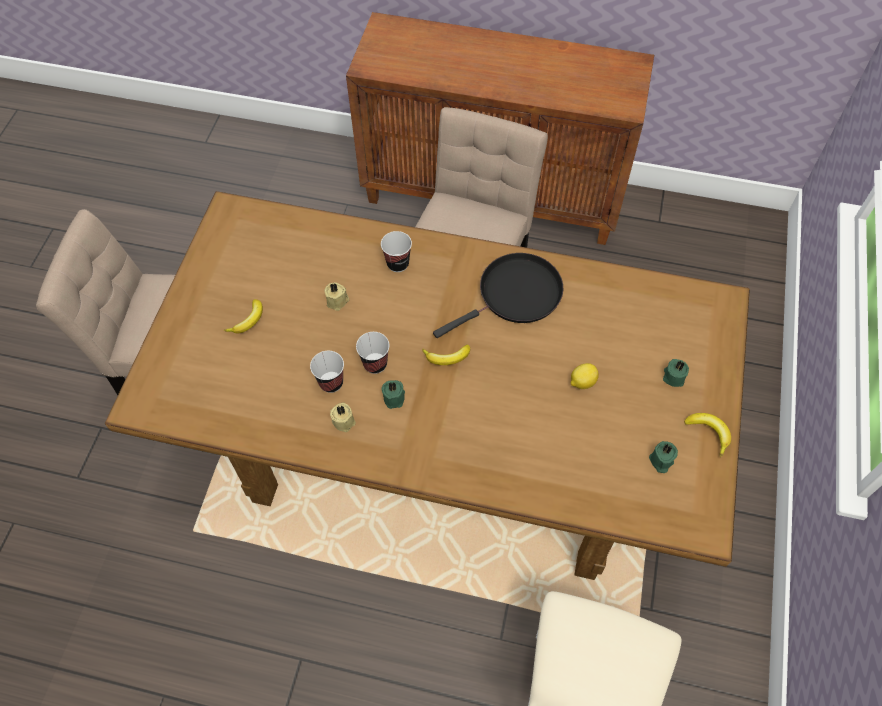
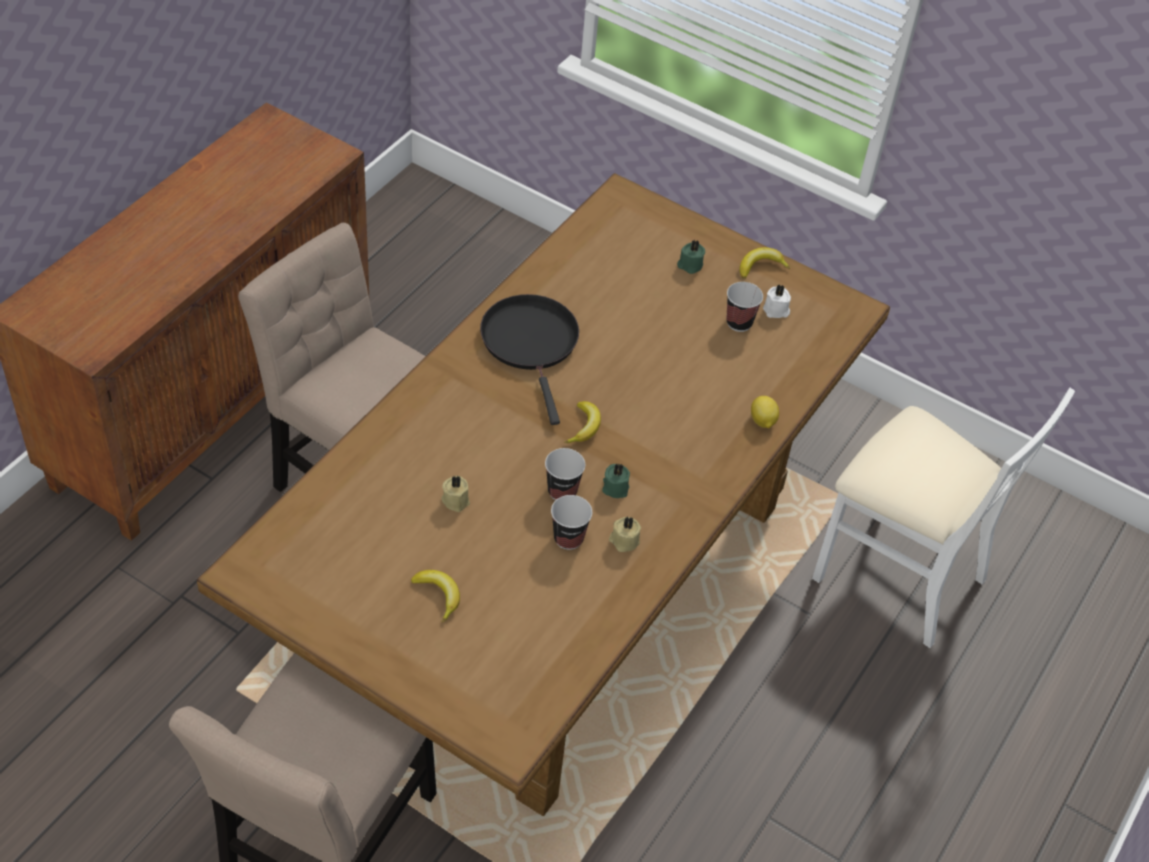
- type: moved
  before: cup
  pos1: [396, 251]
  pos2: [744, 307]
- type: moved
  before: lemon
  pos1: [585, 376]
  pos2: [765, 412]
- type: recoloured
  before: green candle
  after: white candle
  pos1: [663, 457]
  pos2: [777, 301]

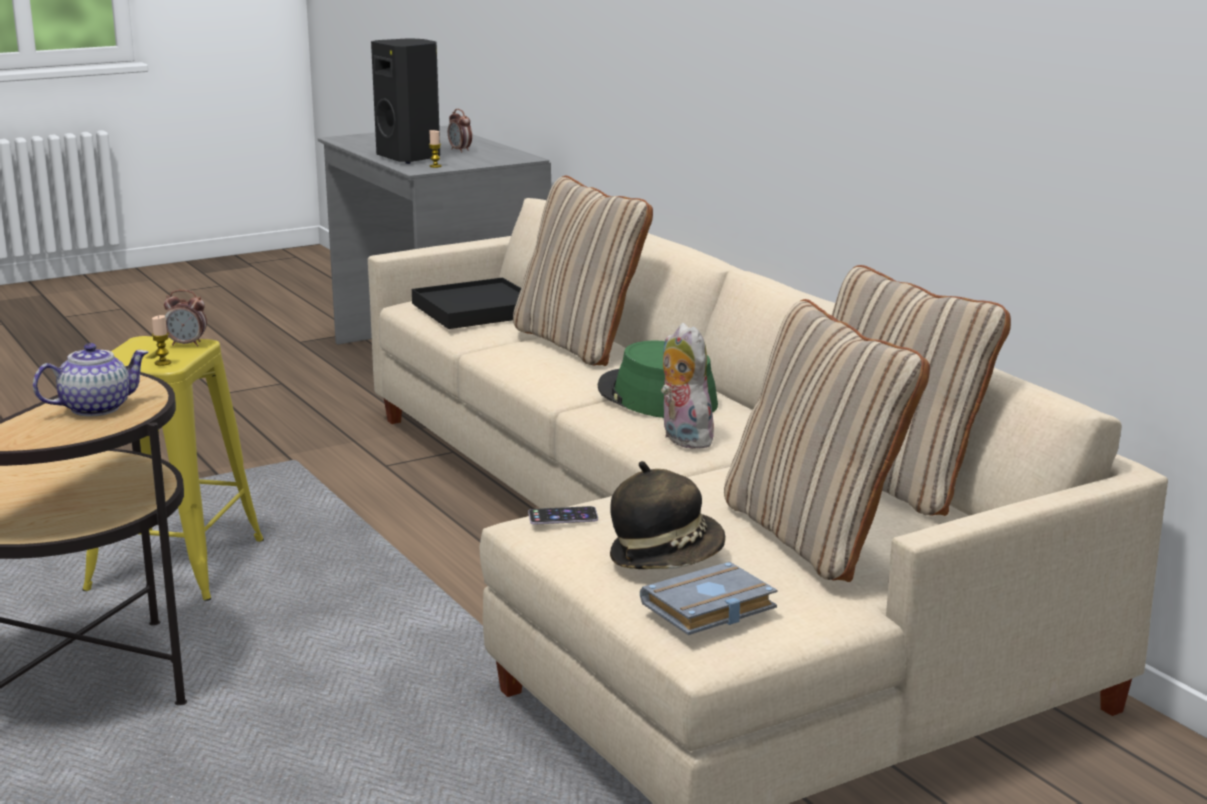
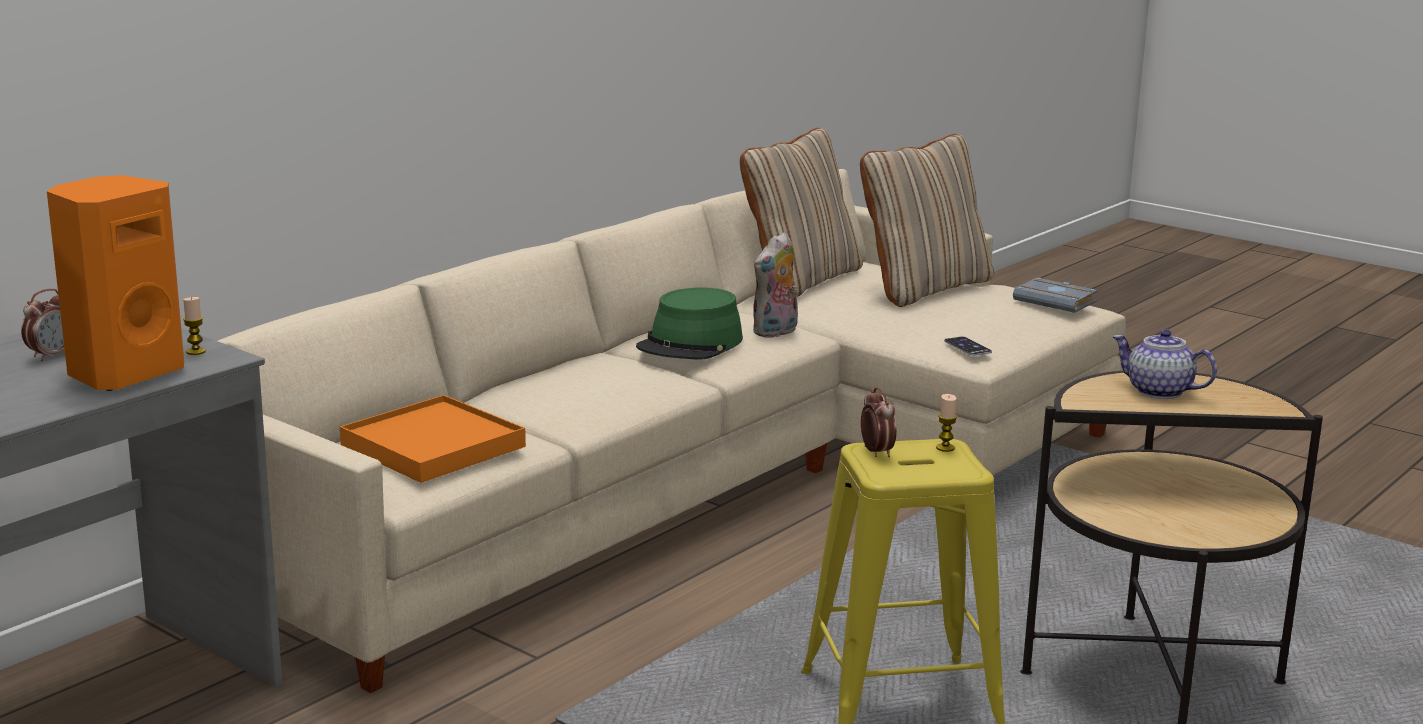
- type: removed
  before: beige pillow
  pos1: [583, 271]
- type: removed
  before: hat
  pos1: [668, 515]
- type: recoloured
  before: black speaker
  after: orange speaker
  pos1: [405, 101]
  pos2: [115, 283]
- type: recoloured
  before: black tray
  after: orange tray
  pos1: [466, 303]
  pos2: [433, 439]

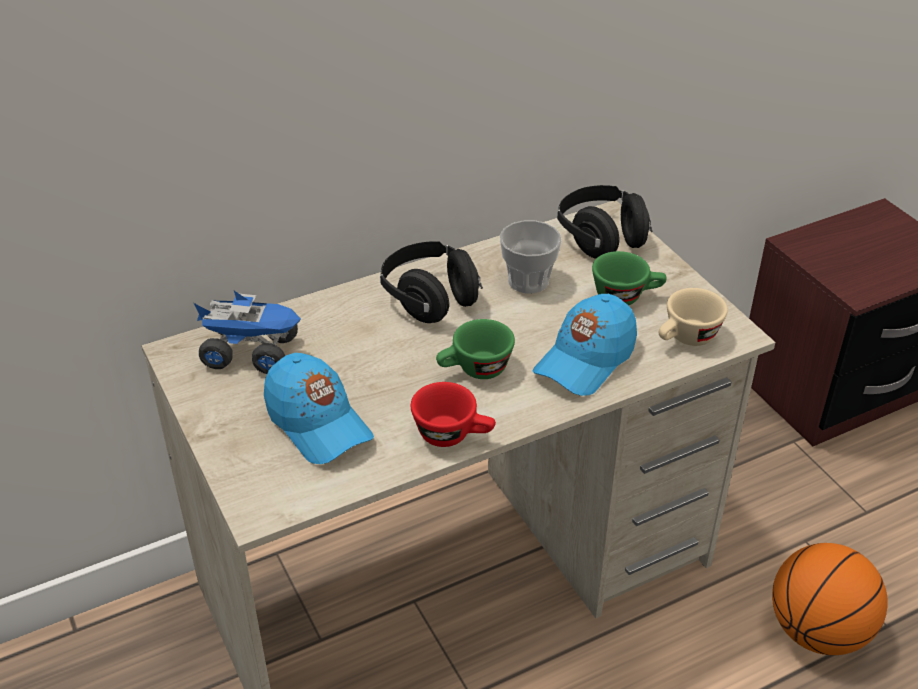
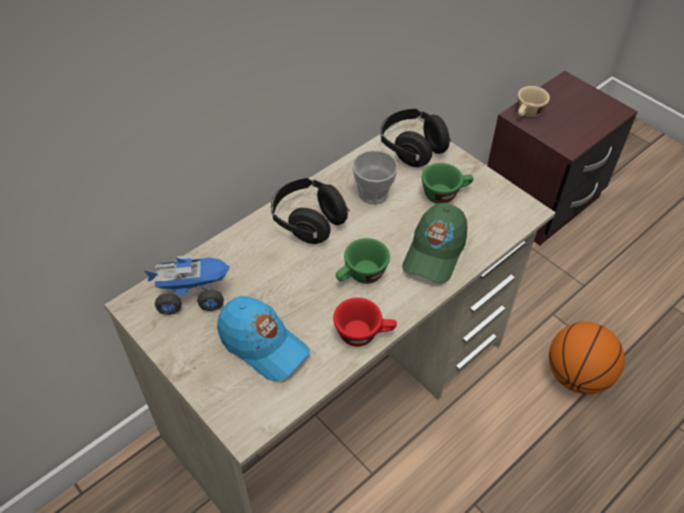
- type: moved
  before: beige cup
  pos1: [693, 317]
  pos2: [534, 101]
- type: recoloured
  before: blue cap
  after: green cap
  pos1: [584, 345]
  pos2: [434, 243]

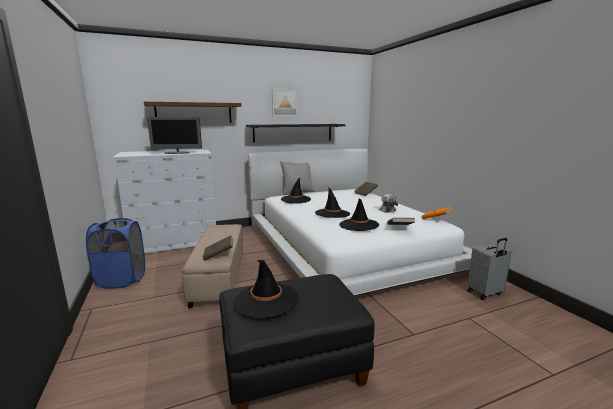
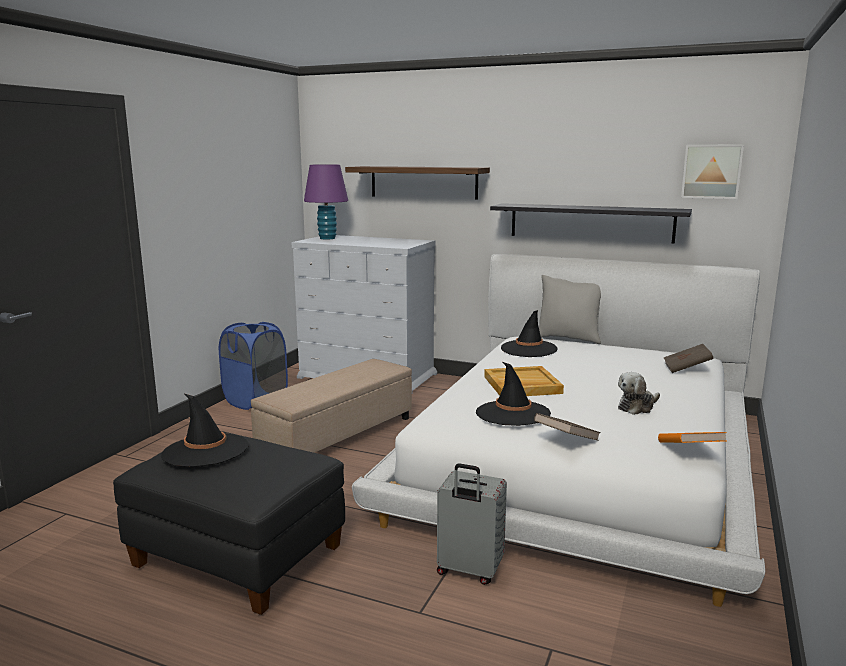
- type: removed
  before: monitor
  pos1: [174, 135]
- type: removed
  before: brown book
  pos1: [218, 248]
- type: added
  after: purple table lamp
  pos2: [326, 201]
- type: moved
  before: picture
  pos1: [284, 102]
  pos2: [712, 172]
- type: moved
  before: grey suitcase
  pos1: [489, 269]
  pos2: [472, 524]
- type: replaced
  before: black hat
  after: beige tray
  pos1: [332, 202]
  pos2: [524, 381]

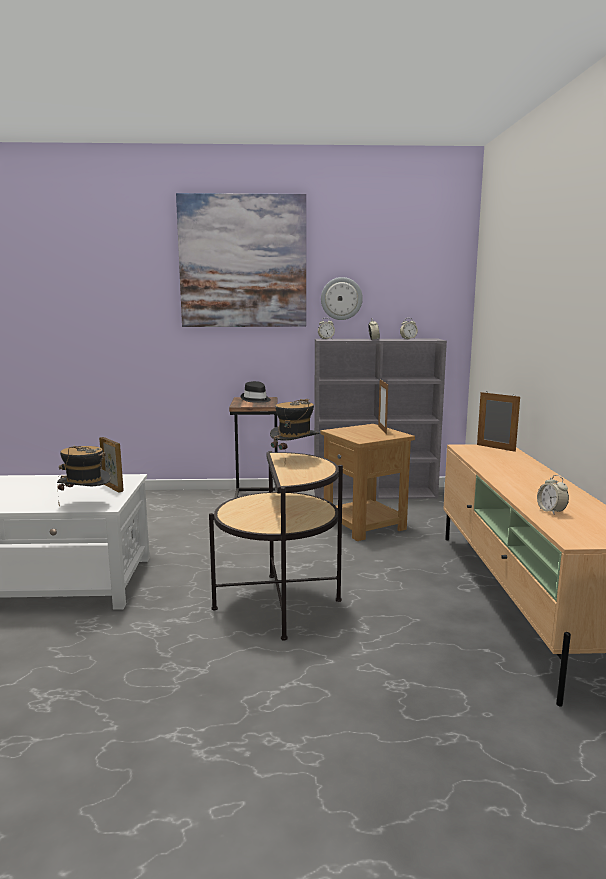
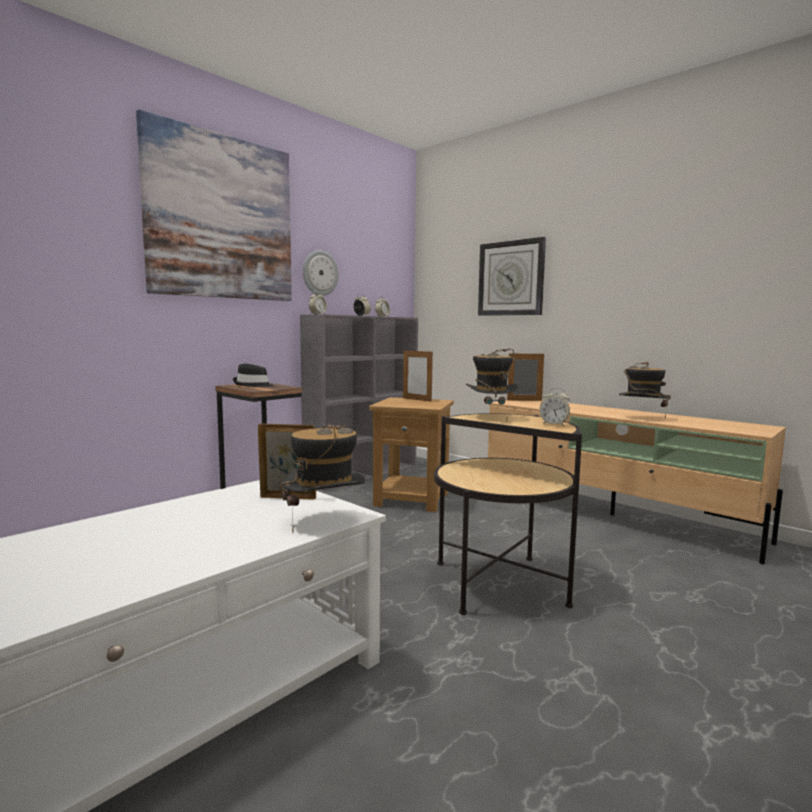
- type: added
  after: wall clock
  pos2: [512, 276]
- type: added
  after: hat
  pos2: [645, 390]
- type: moved
  before: alarm clock
  pos1: [553, 494]
  pos2: [554, 407]

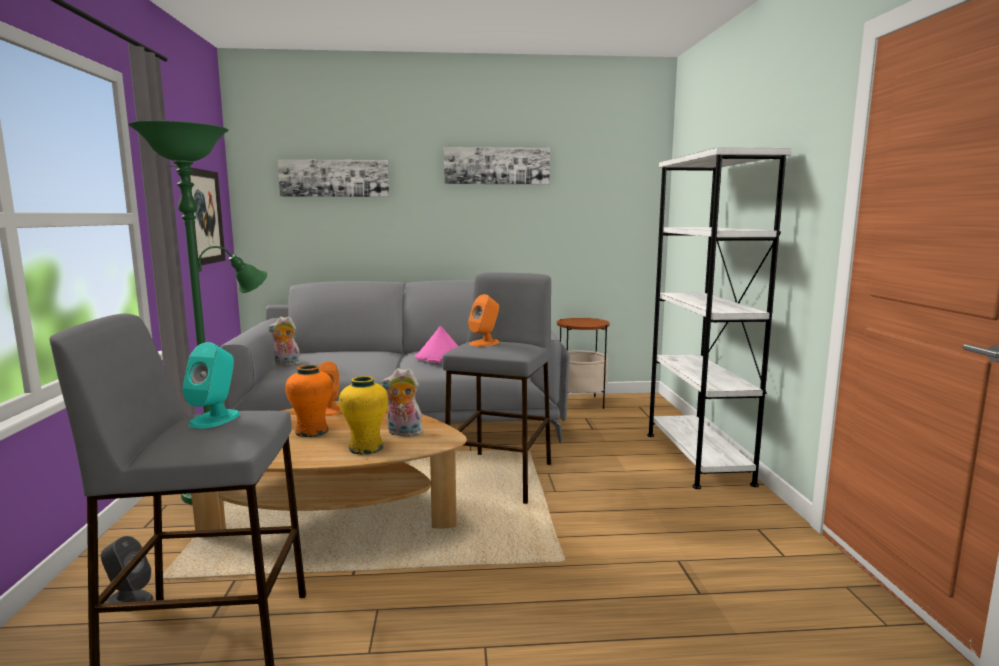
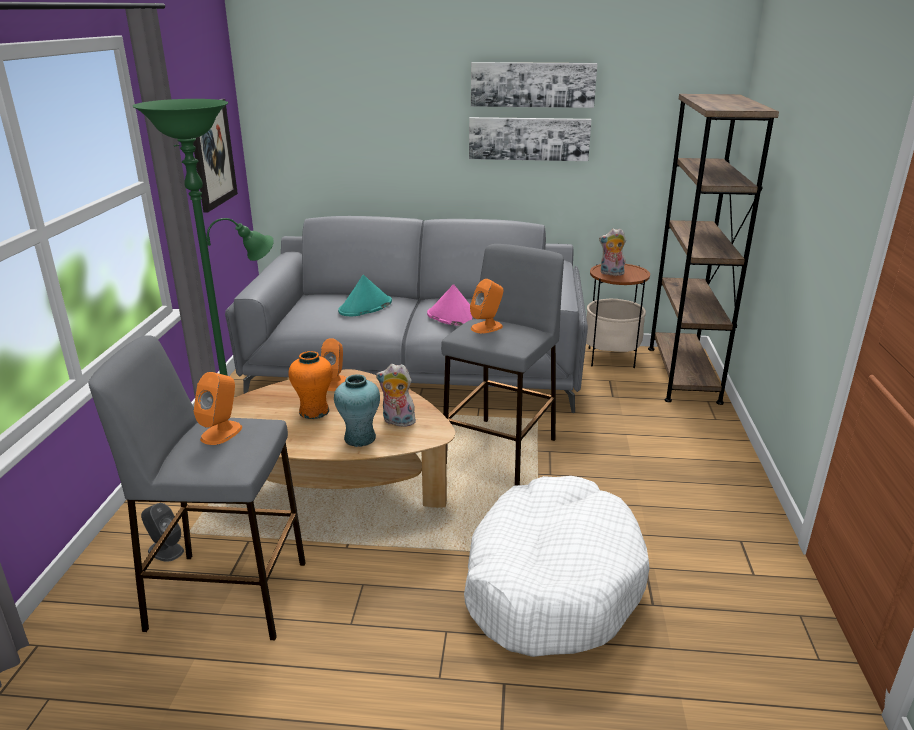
- type: removed
  before: white bookcase
  pos1: [719, 318]
- type: added
  after: turquoise hat
  pos2: [365, 295]
- type: added
  after: white dog bed
  pos2: [557, 566]
- type: added
  after: brown bookcase
  pos2: [713, 249]
- type: moved
  before: plush toy
  pos1: [284, 341]
  pos2: [612, 252]
- type: moved
  before: picture
  pos1: [333, 178]
  pos2: [530, 139]
- type: recoloured
  before: turquoise speaker
  after: orange speaker
  pos1: [211, 385]
  pos2: [218, 408]
- type: recoloured
  before: yellow vase
  after: turquoise vase
  pos1: [363, 415]
  pos2: [357, 410]

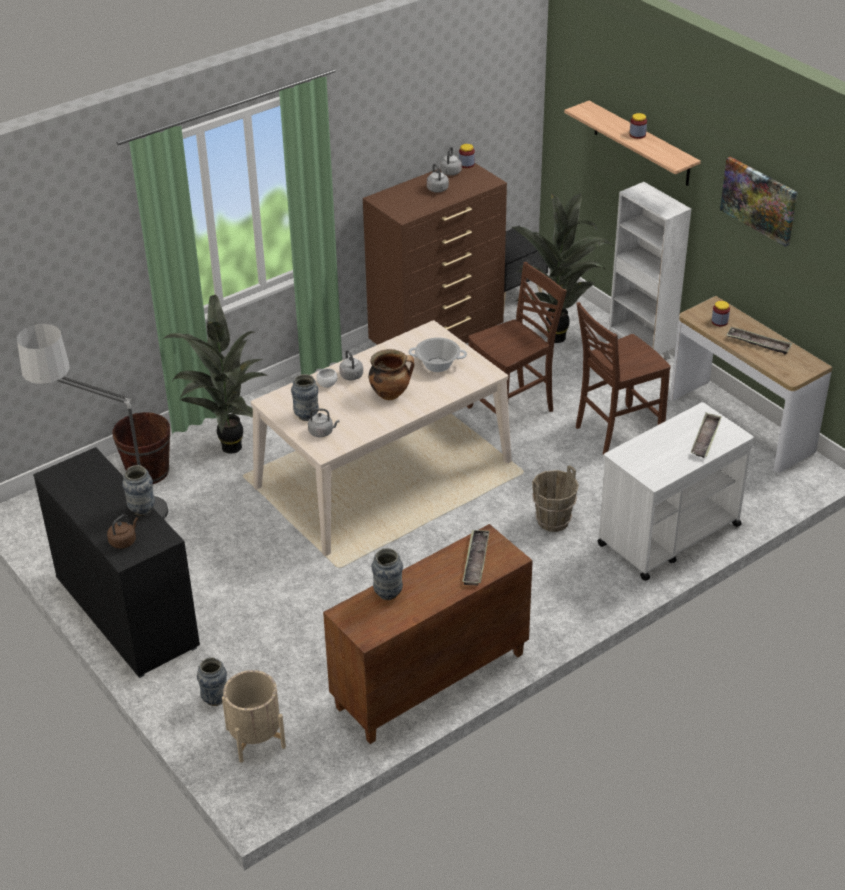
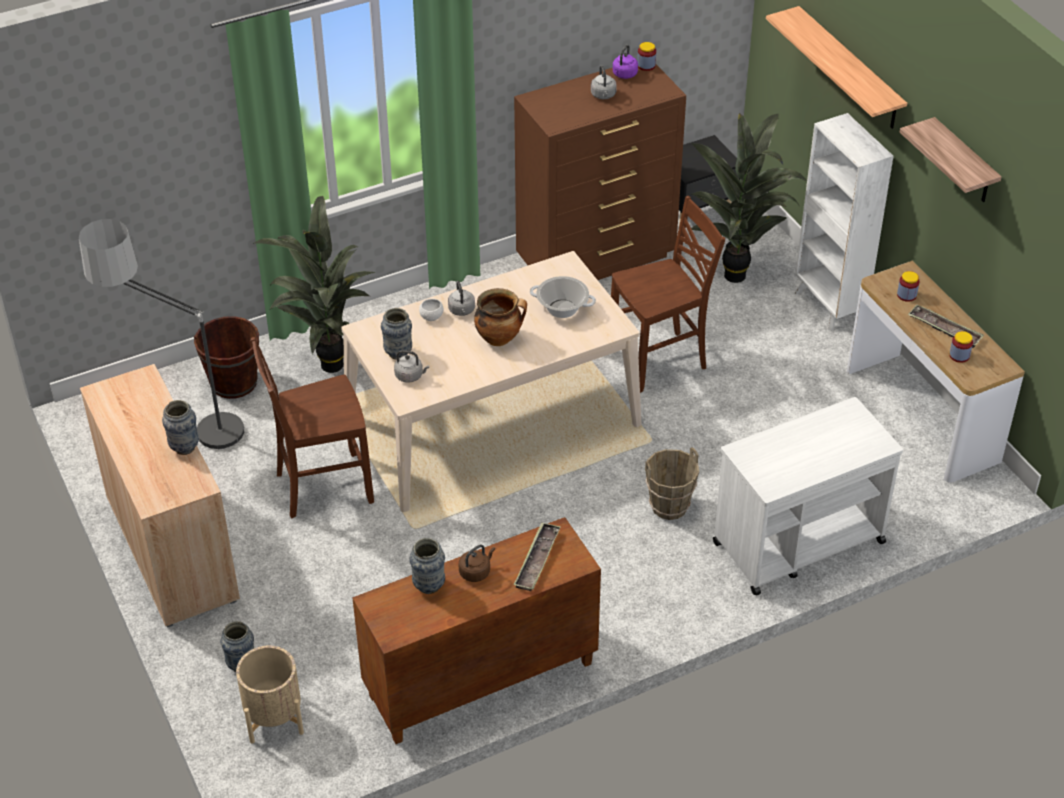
- type: removed
  before: tray
  pos1: [706, 435]
- type: moved
  before: brown kettle
  pos1: [122, 531]
  pos2: [477, 563]
- type: moved
  before: brown chair
  pos1: [623, 378]
  pos2: [312, 427]
- type: moved
  before: jar
  pos1: [638, 126]
  pos2: [961, 347]
- type: replaced
  before: picture
  after: shelf
  pos1: [759, 201]
  pos2: [951, 159]
- type: recoloured
  before: black cabinet
  after: beige cabinet
  pos1: [116, 562]
  pos2: [160, 496]
- type: recoloured
  before: grey kettle
  after: purple kettle
  pos1: [451, 161]
  pos2: [625, 62]

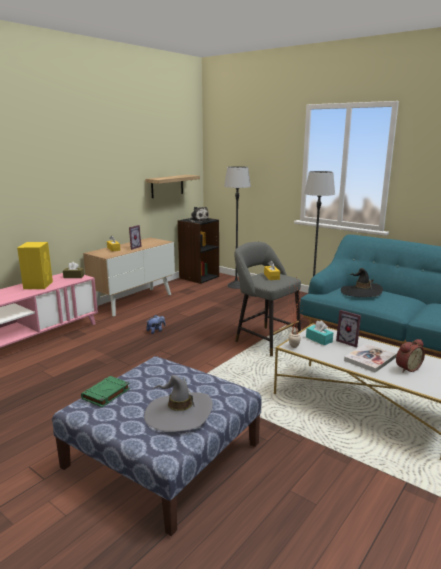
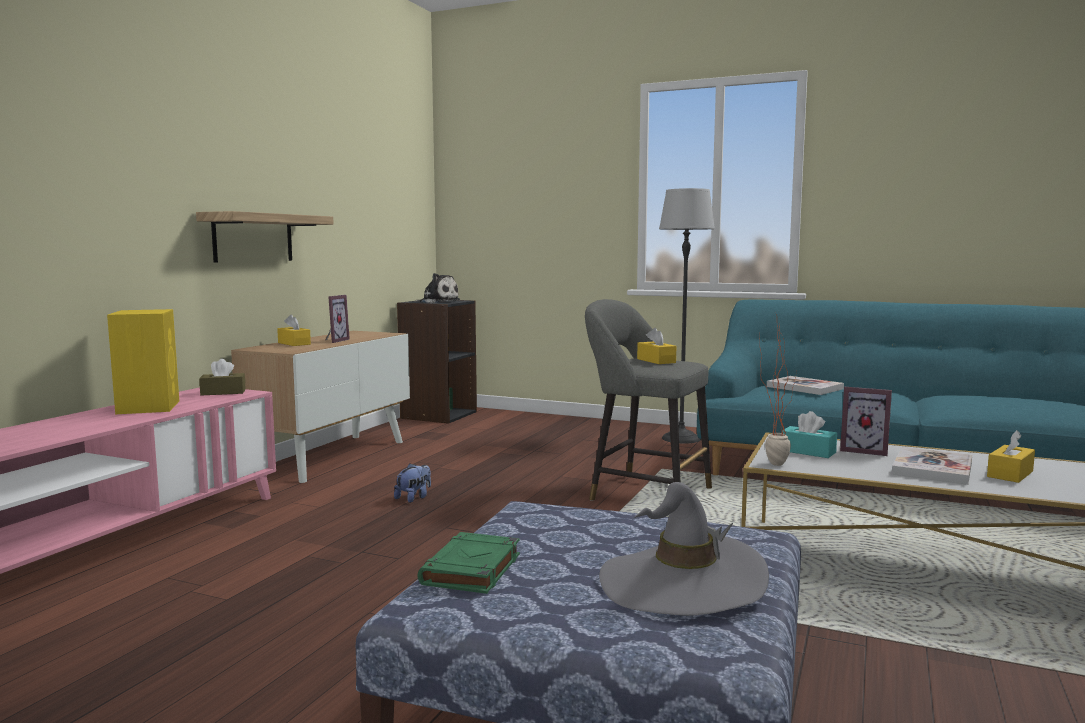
- type: removed
  before: floor lamp
  pos1: [237, 227]
- type: moved
  before: shelf
  pos1: [173, 186]
  pos2: [265, 237]
- type: replaced
  before: black hat
  after: book
  pos1: [362, 282]
  pos2: [805, 385]
- type: replaced
  before: alarm clock
  after: yellow tissue box
  pos1: [410, 355]
  pos2: [1011, 456]

